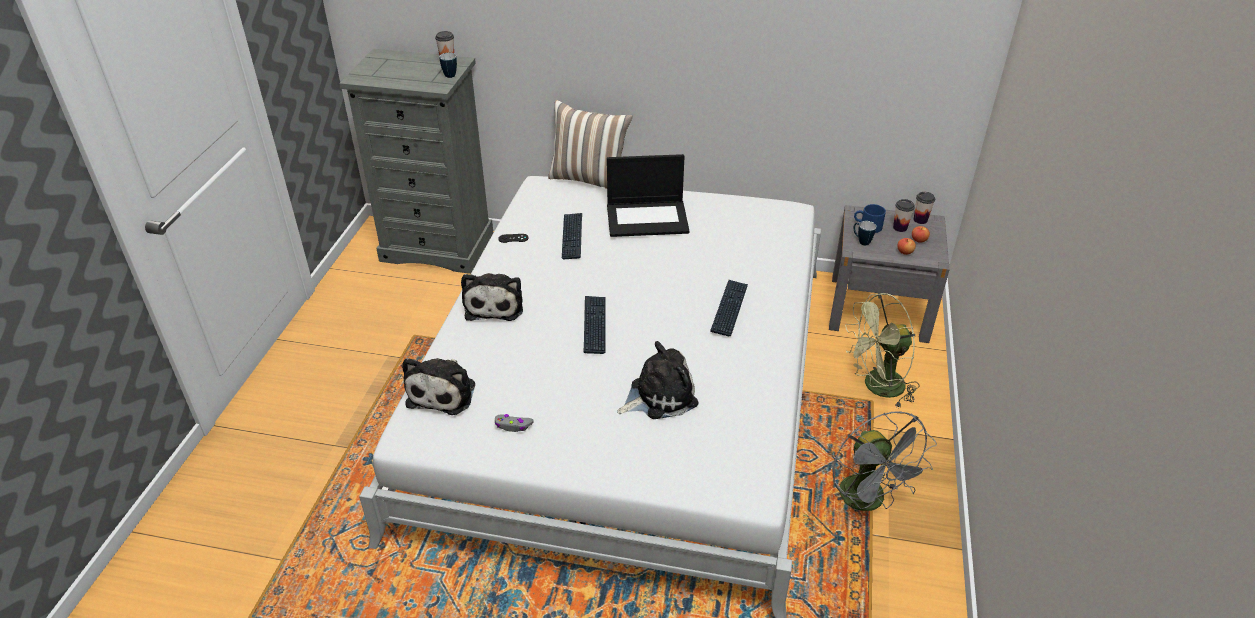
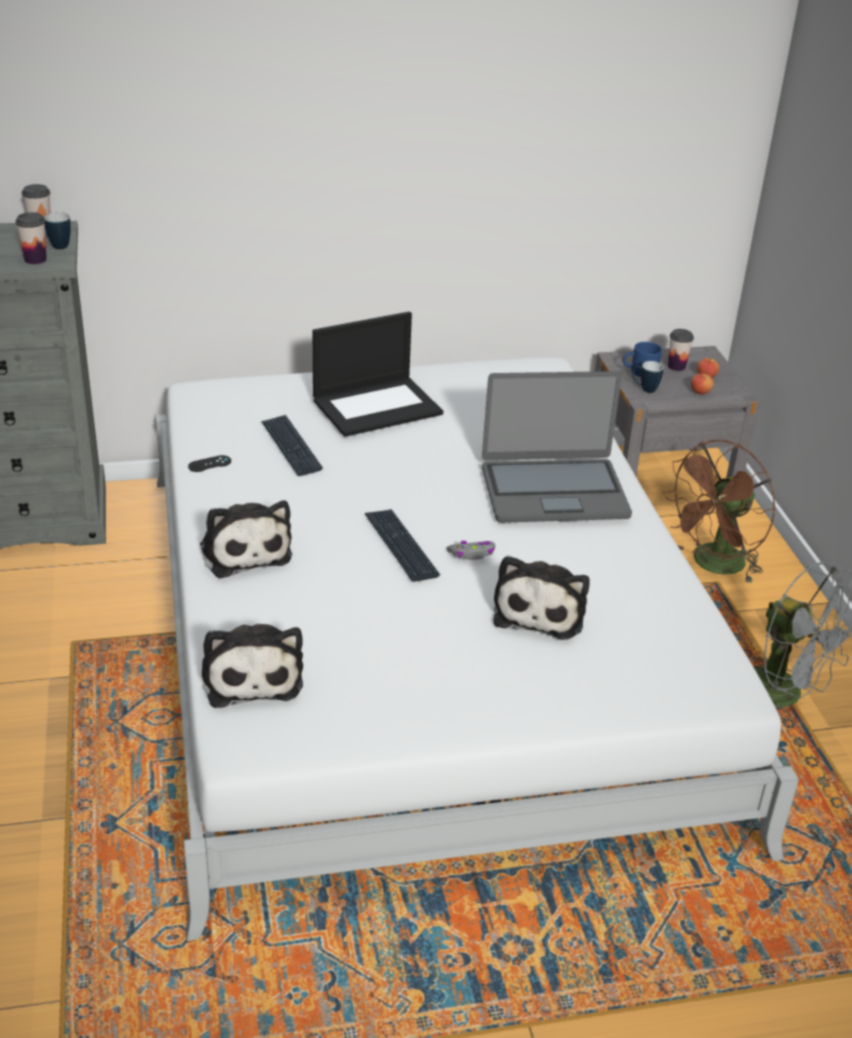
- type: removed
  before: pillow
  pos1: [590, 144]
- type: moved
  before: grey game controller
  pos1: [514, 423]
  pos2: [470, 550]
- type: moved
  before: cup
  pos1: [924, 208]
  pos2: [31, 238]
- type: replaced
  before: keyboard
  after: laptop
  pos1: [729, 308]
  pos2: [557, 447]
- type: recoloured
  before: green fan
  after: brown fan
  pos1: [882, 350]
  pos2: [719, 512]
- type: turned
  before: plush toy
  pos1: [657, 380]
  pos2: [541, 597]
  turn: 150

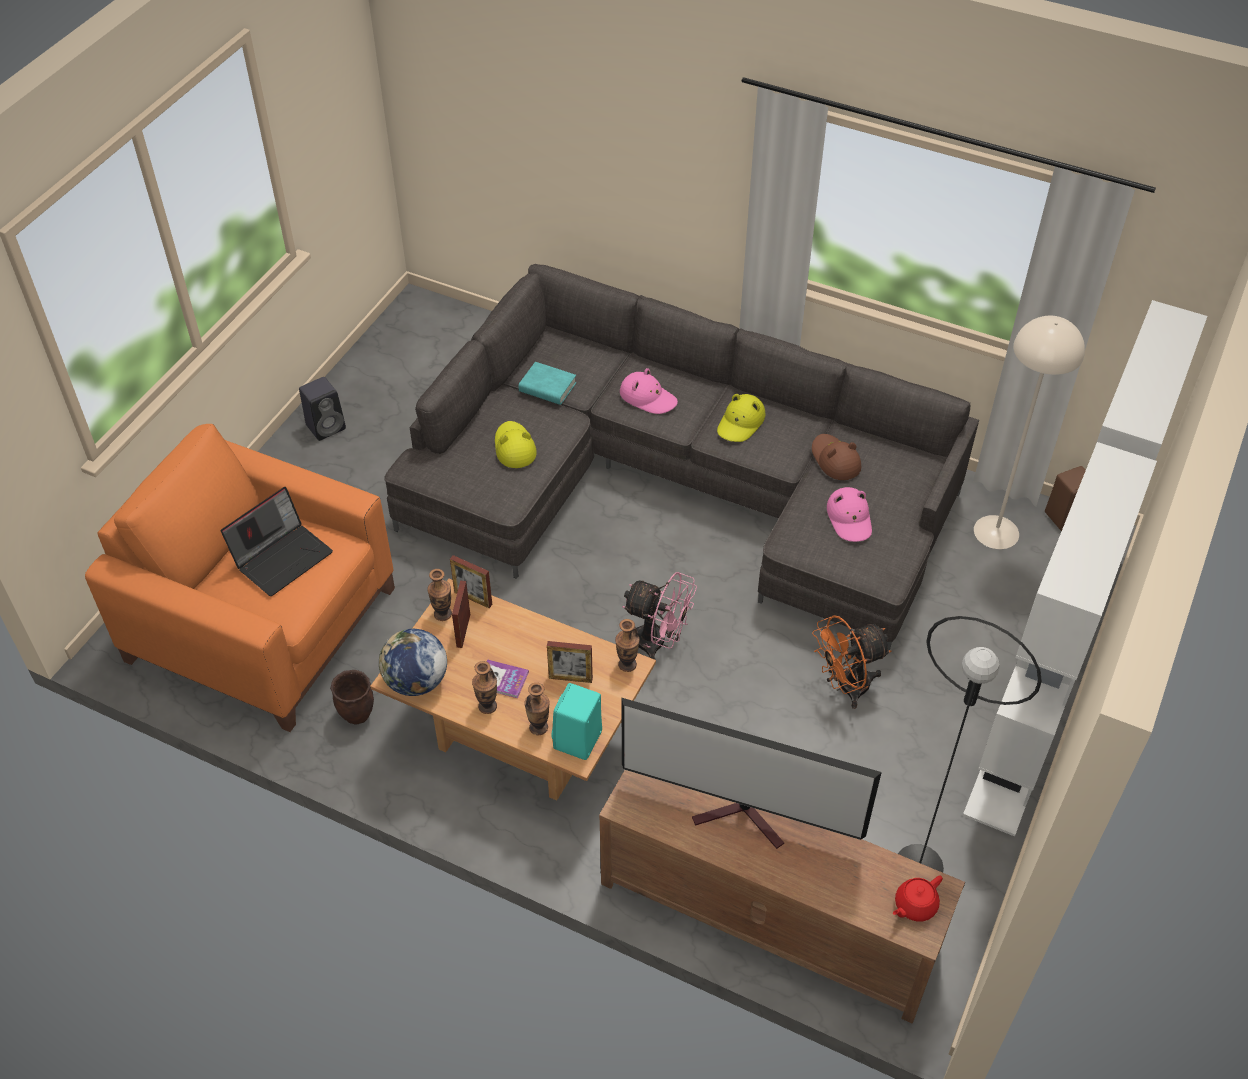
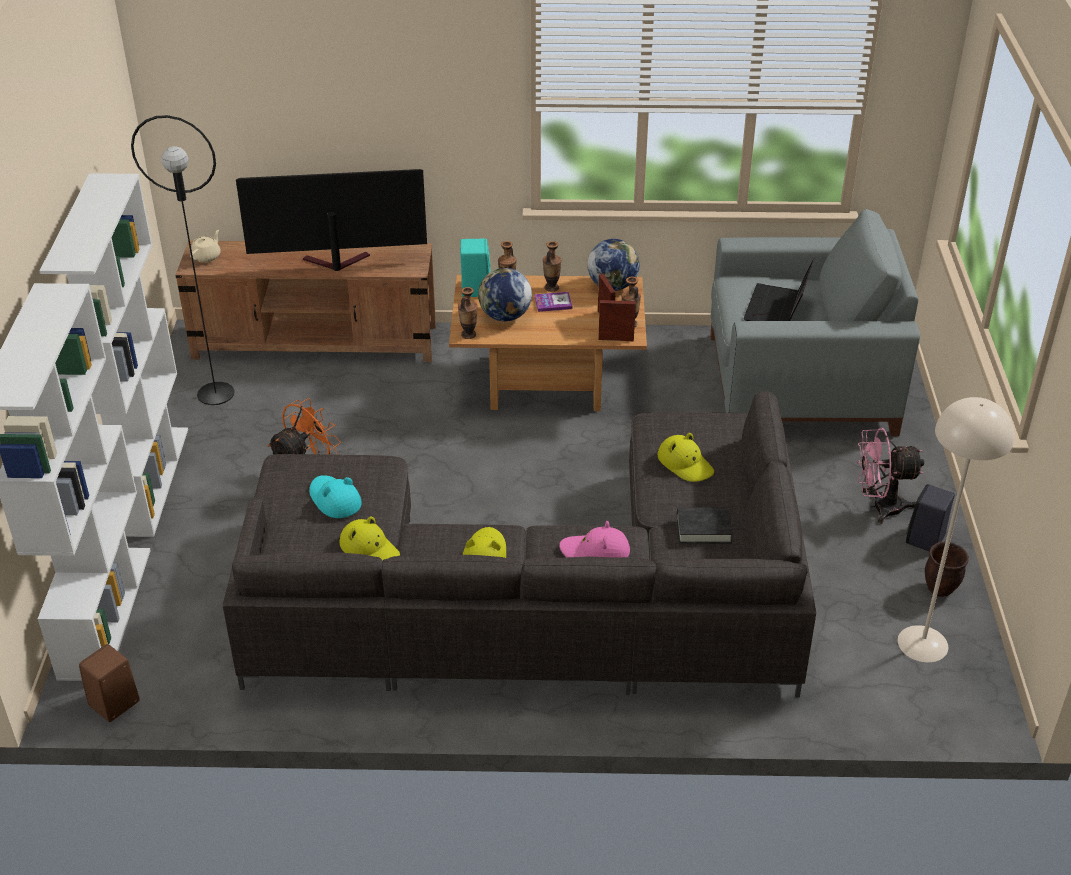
- type: moved
  before: brown planter
  pos1: [352, 697]
  pos2: [947, 569]
- type: moved
  before: pink fan
  pos1: [659, 616]
  pos2: [890, 476]
- type: moved
  before: beige floor lamp
  pos1: [1029, 432]
  pos2: [956, 530]
- type: replaced
  before: picture frame
  after: globe
  pos1: [570, 662]
  pos2: [505, 294]
- type: recoloured
  before: orange armchair
  after: grey armchair
  pos1: [240, 578]
  pos2: [815, 322]
- type: recoloured
  before: turquoise book
  after: black book
  pos1: [547, 383]
  pos2: [705, 525]
- type: recoloured
  before: brown hat
  after: yellow hat
  pos1: [836, 457]
  pos2: [369, 538]
- type: recoloured
  before: pink hat
  after: turquoise hat
  pos1: [849, 514]
  pos2: [335, 496]
- type: recoloured
  before: red teapot
  after: beige teapot
  pos1: [918, 898]
  pos2: [205, 246]

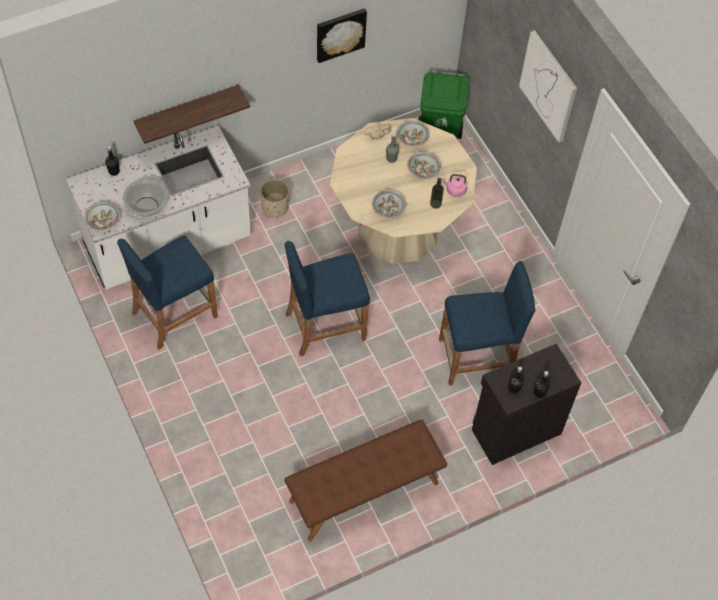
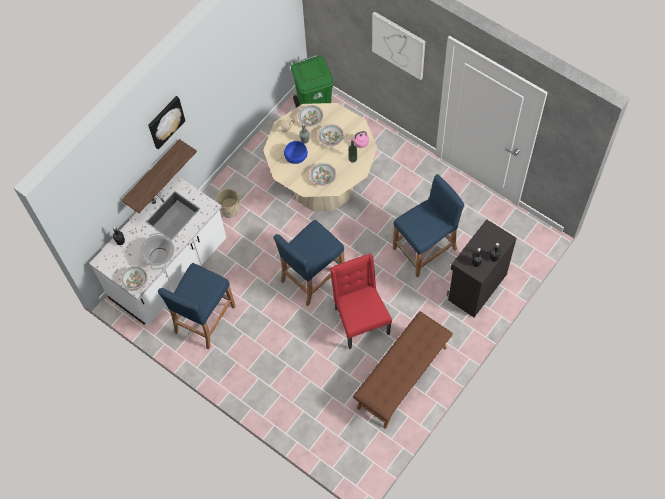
- type: added
  after: blue bowl
  pos2: [296, 152]
- type: added
  after: red chair
  pos2: [361, 301]
- type: moved
  before: picture
  pos1: [342, 35]
  pos2: [166, 122]

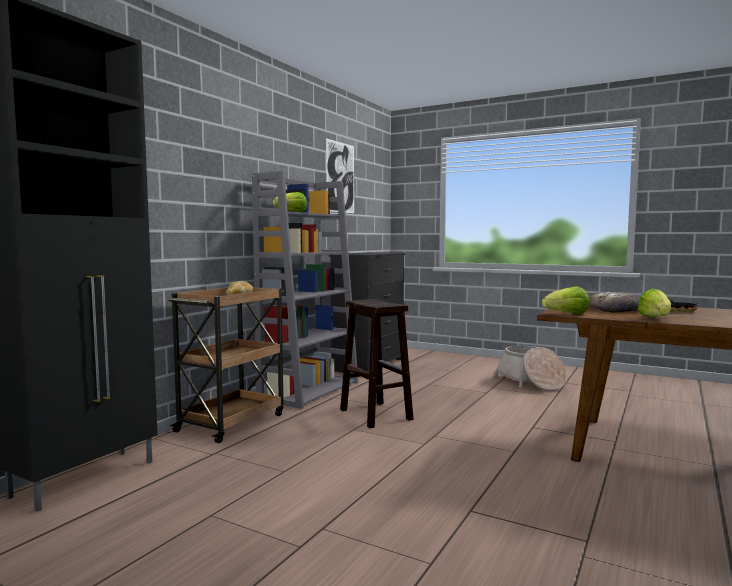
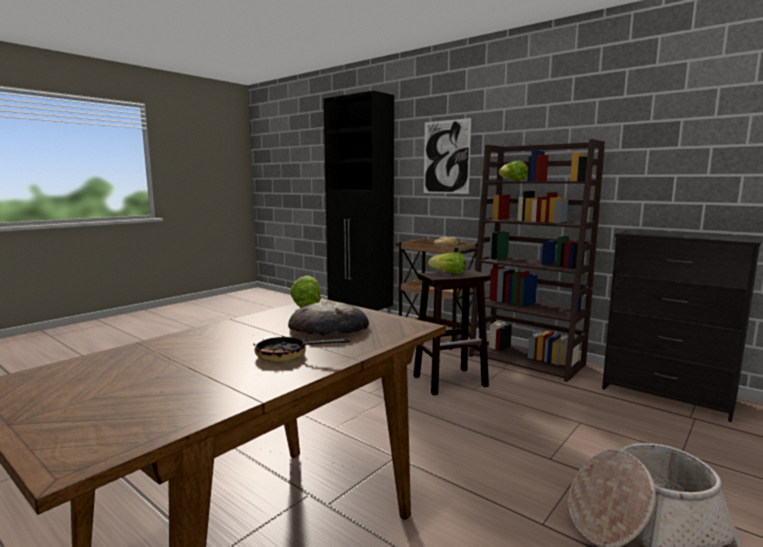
- type: moved
  before: picture
  pos1: [340, 175]
  pos2: [447, 156]
- type: moved
  before: lettuce
  pos1: [654, 303]
  pos2: [447, 263]
- type: recoloured
  before: grey bookcase
  after: brown bookcase
  pos1: [305, 290]
  pos2: [536, 260]

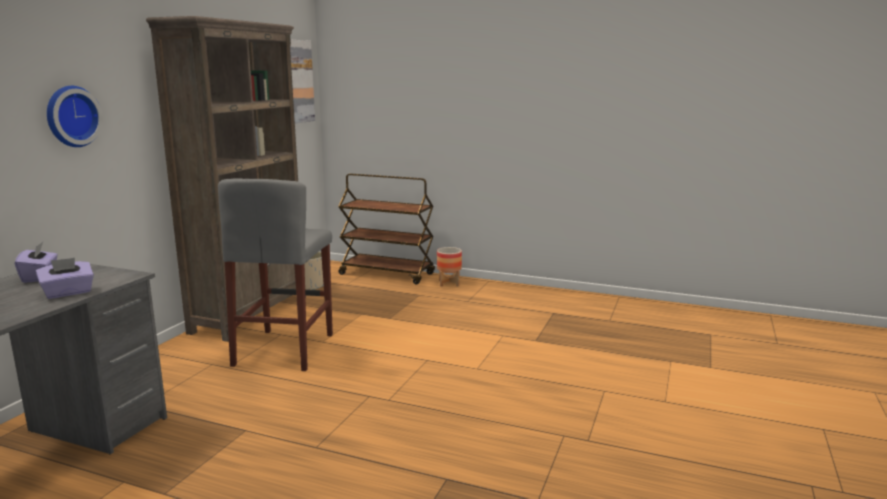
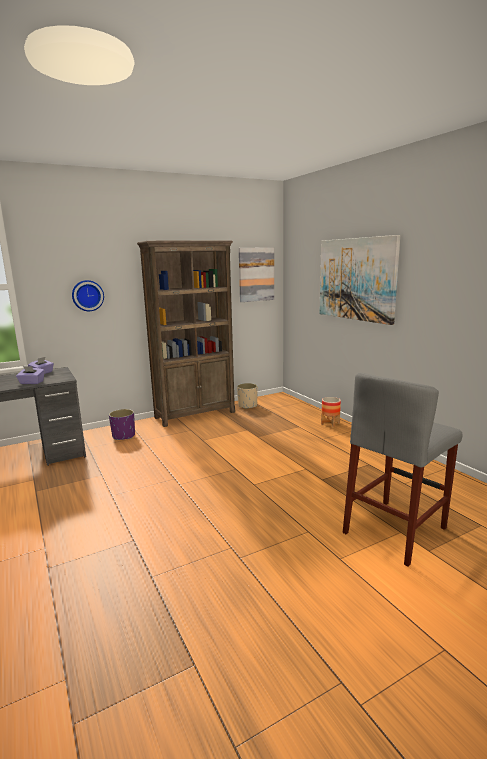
- type: removed
  before: brown cart
  pos1: [386, 229]
- type: added
  after: purple planter
  pos2: [122, 424]
- type: added
  after: picture
  pos2: [359, 280]
- type: moved
  before: grey stool
  pos1: [275, 275]
  pos2: [402, 469]

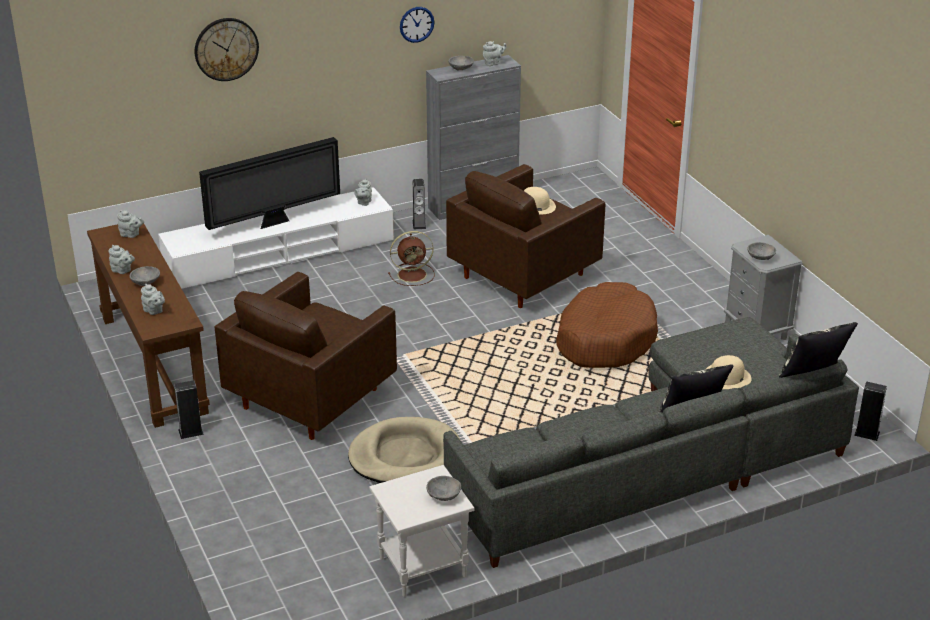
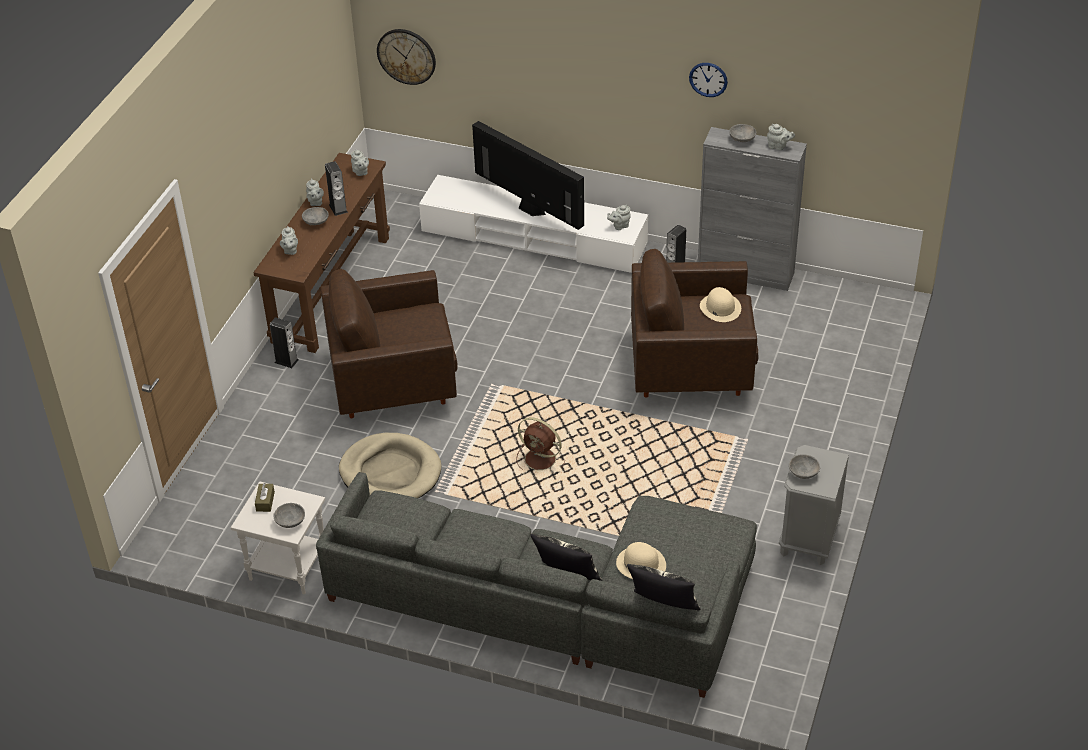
- type: removed
  before: brown dog bed
  pos1: [607, 325]
- type: added
  after: brown tissue box
  pos2: [265, 497]
- type: moved
  before: wall clock
  pos1: [227, 49]
  pos2: [406, 57]
- type: moved
  before: brown fan
  pos1: [411, 258]
  pos2: [540, 443]
- type: moved
  before: speaker
  pos1: [870, 411]
  pos2: [336, 188]
- type: turned
  before: television
  pos1: [269, 183]
  pos2: [528, 175]
  turn: -150

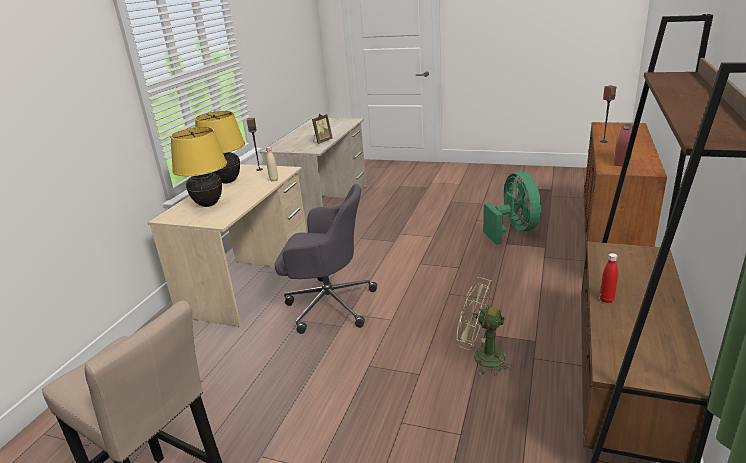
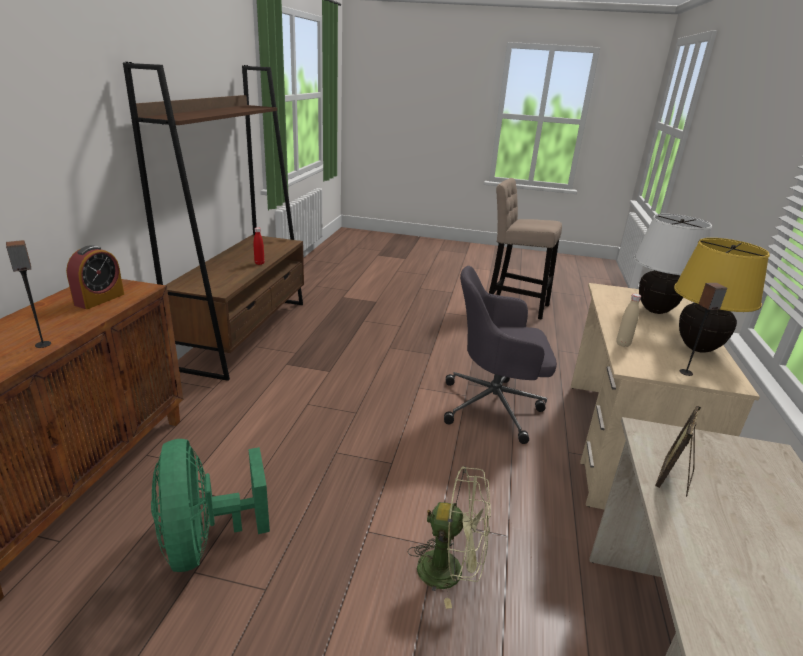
- type: moved
  before: green fan
  pos1: [485, 326]
  pos2: [449, 537]
- type: recoloured
  before: yellow table lamp
  after: white table lamp
  pos1: [198, 167]
  pos2: [673, 264]

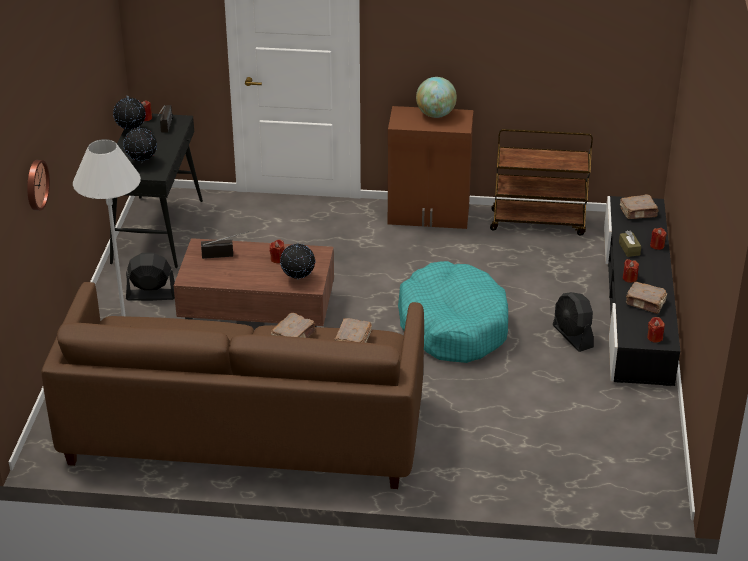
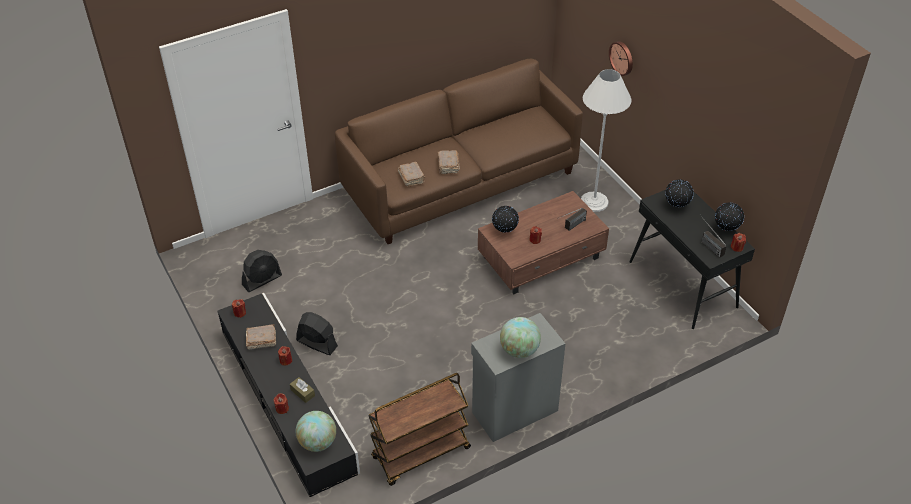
- type: removed
  before: turquoise dog bed
  pos1: [453, 312]
- type: moved
  before: black fan
  pos1: [150, 277]
  pos2: [262, 271]
- type: replaced
  before: brown book
  after: globe
  pos1: [639, 206]
  pos2: [316, 431]
- type: recoloured
  before: brown cabinet
  after: grey cabinet
  pos1: [430, 167]
  pos2: [518, 377]

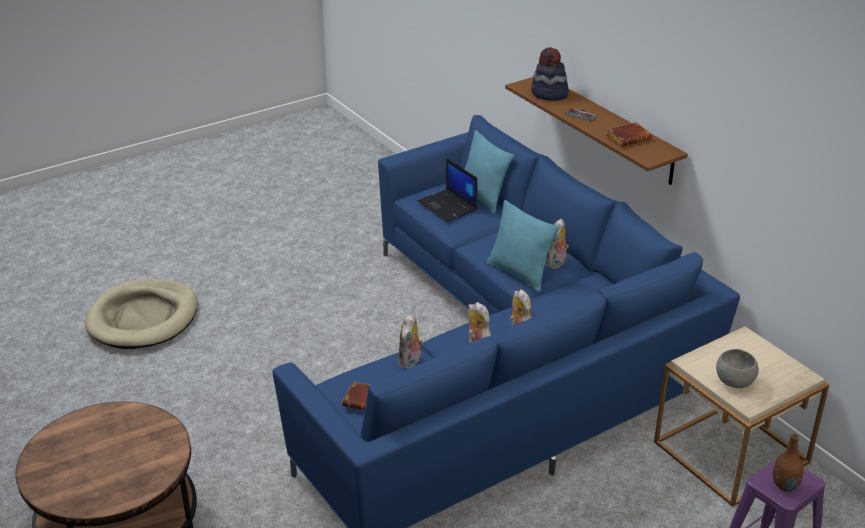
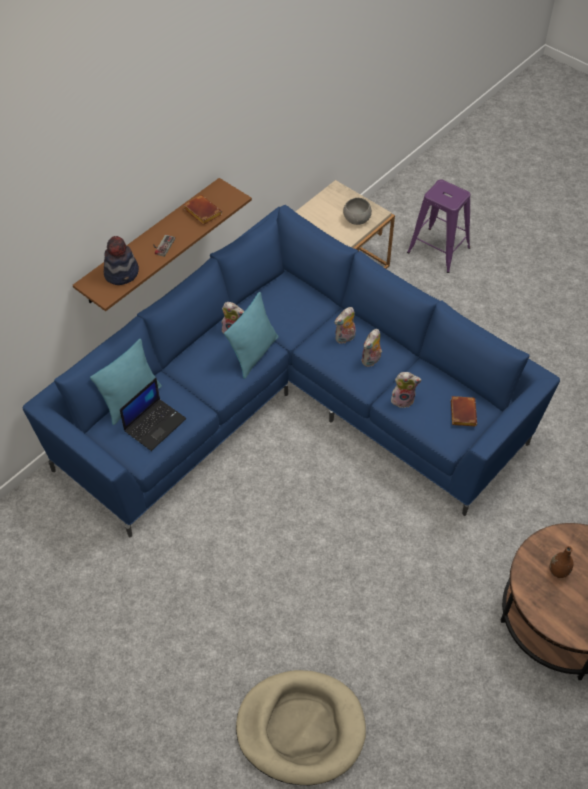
- type: moved
  before: brown vase
  pos1: [788, 462]
  pos2: [562, 562]

